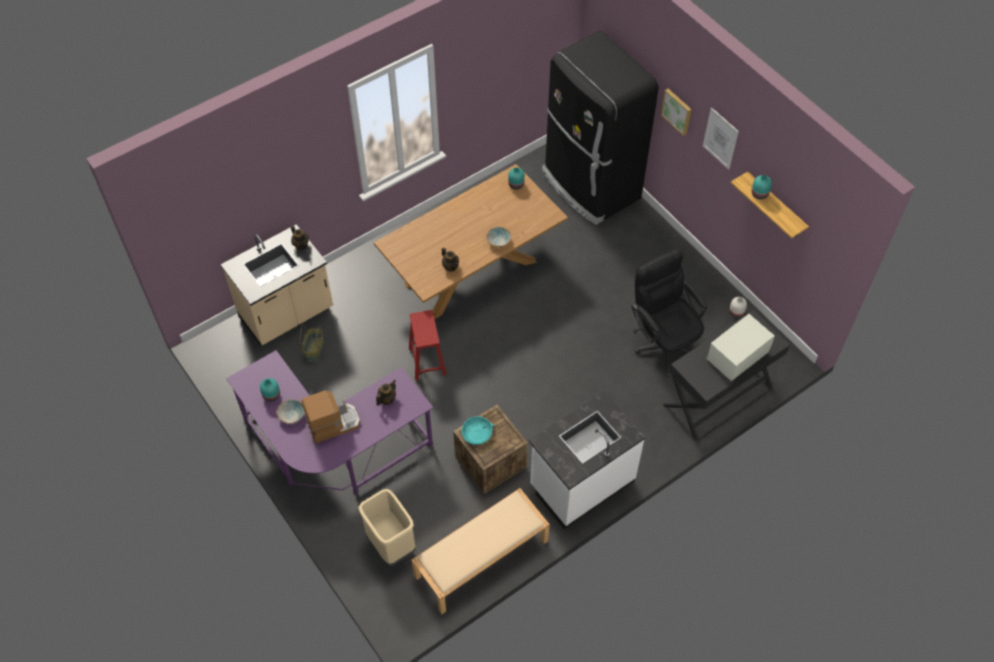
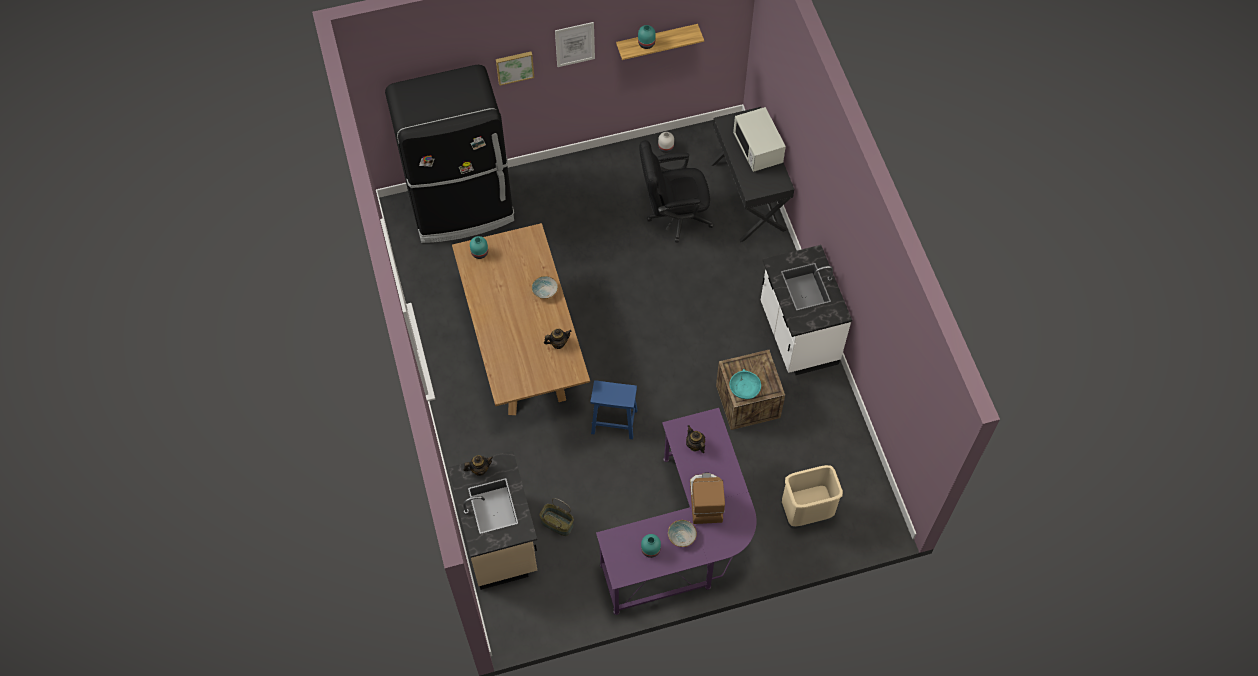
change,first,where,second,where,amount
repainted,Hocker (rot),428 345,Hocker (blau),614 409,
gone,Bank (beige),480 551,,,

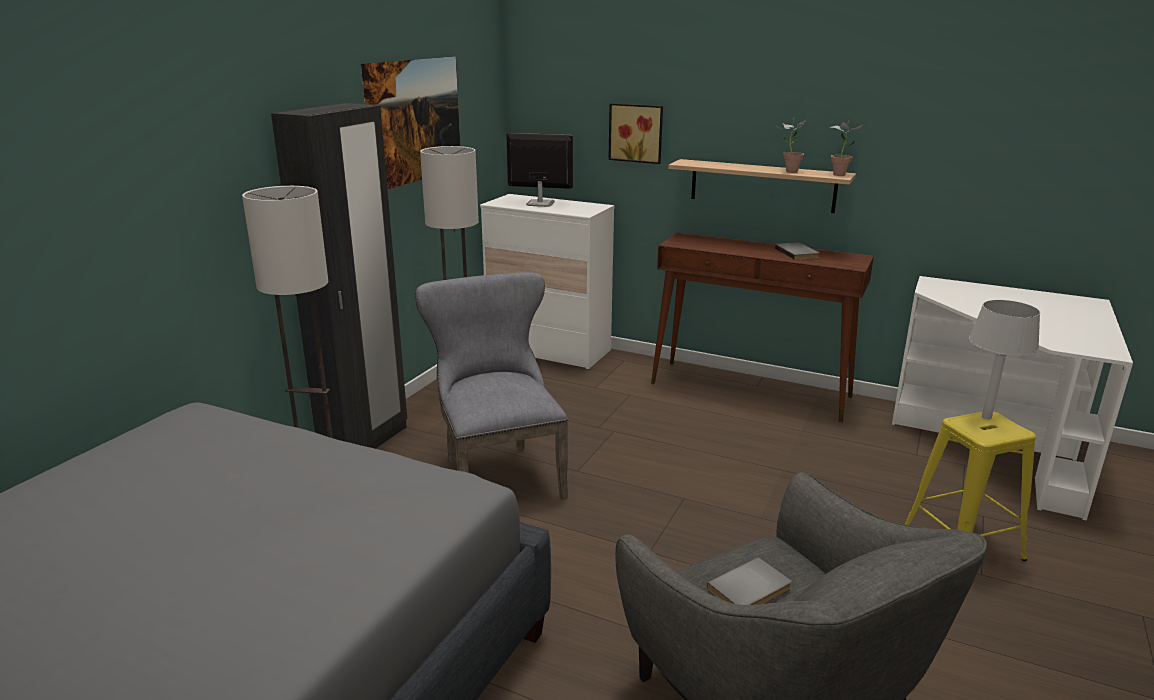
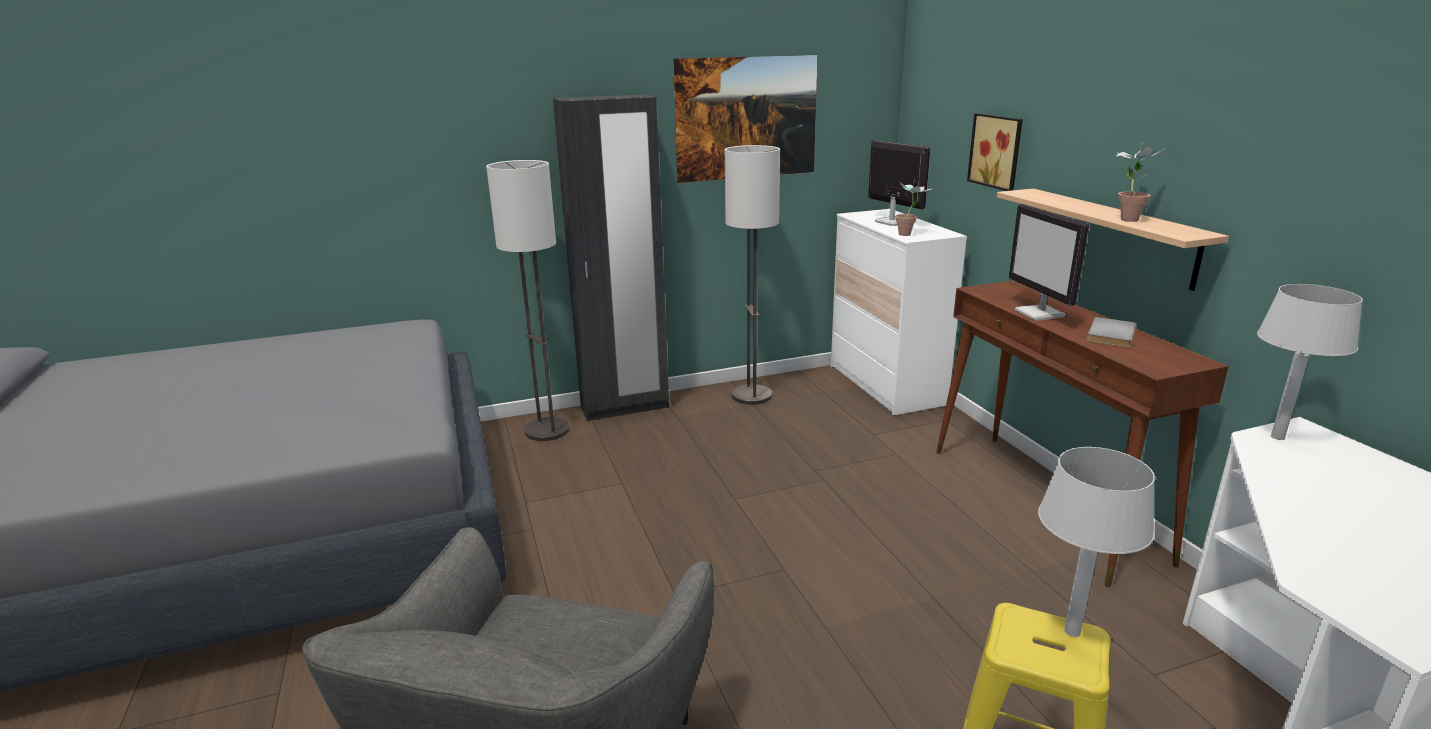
change,first,where,second,where,amount
shifted,Topfpflanze,847 148,,914 208,
gone,Stuhl (grau),491 385,,,
gone,Buch (grau),749 581,,,
new,,,Monitor,1049 262,
new,,,Tischlampe (grau),1310 362,

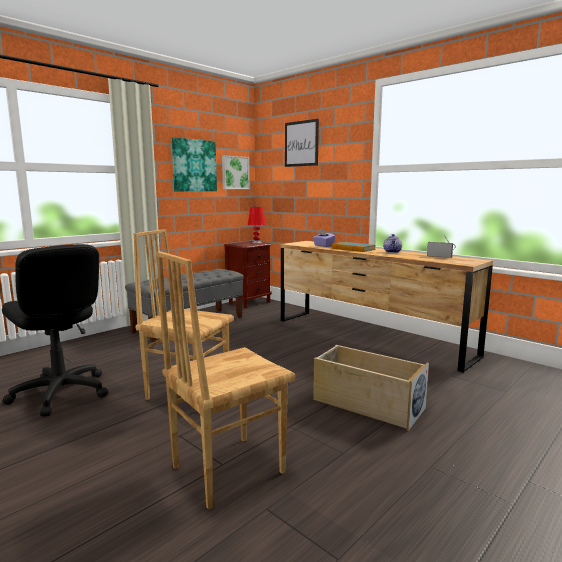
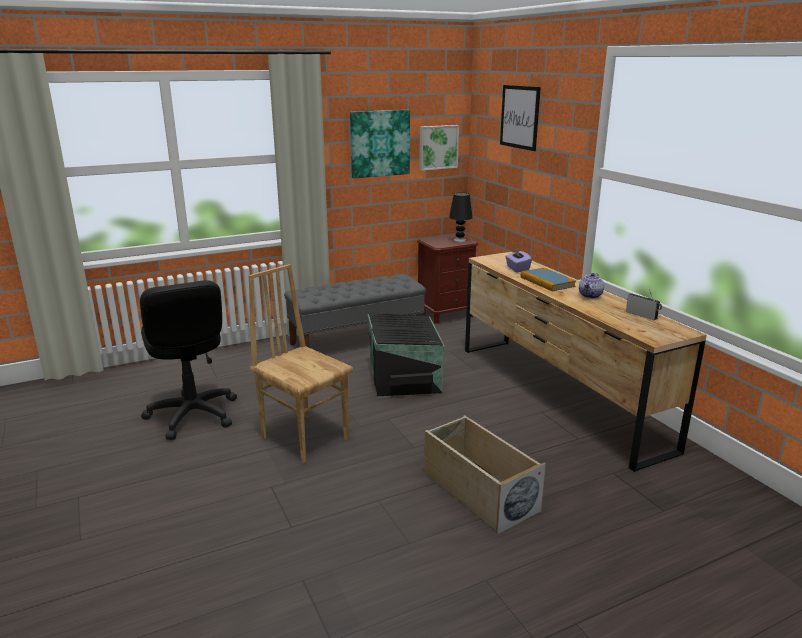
change,first,where,second,where,amount
repainted,Tischlampe (rot),257 225,Tischlampe (schwarz),461 217,
gone,Stuhl (braun),226 380,,,
new,,,Aufbewahrungsbox (schwarz),406 356,

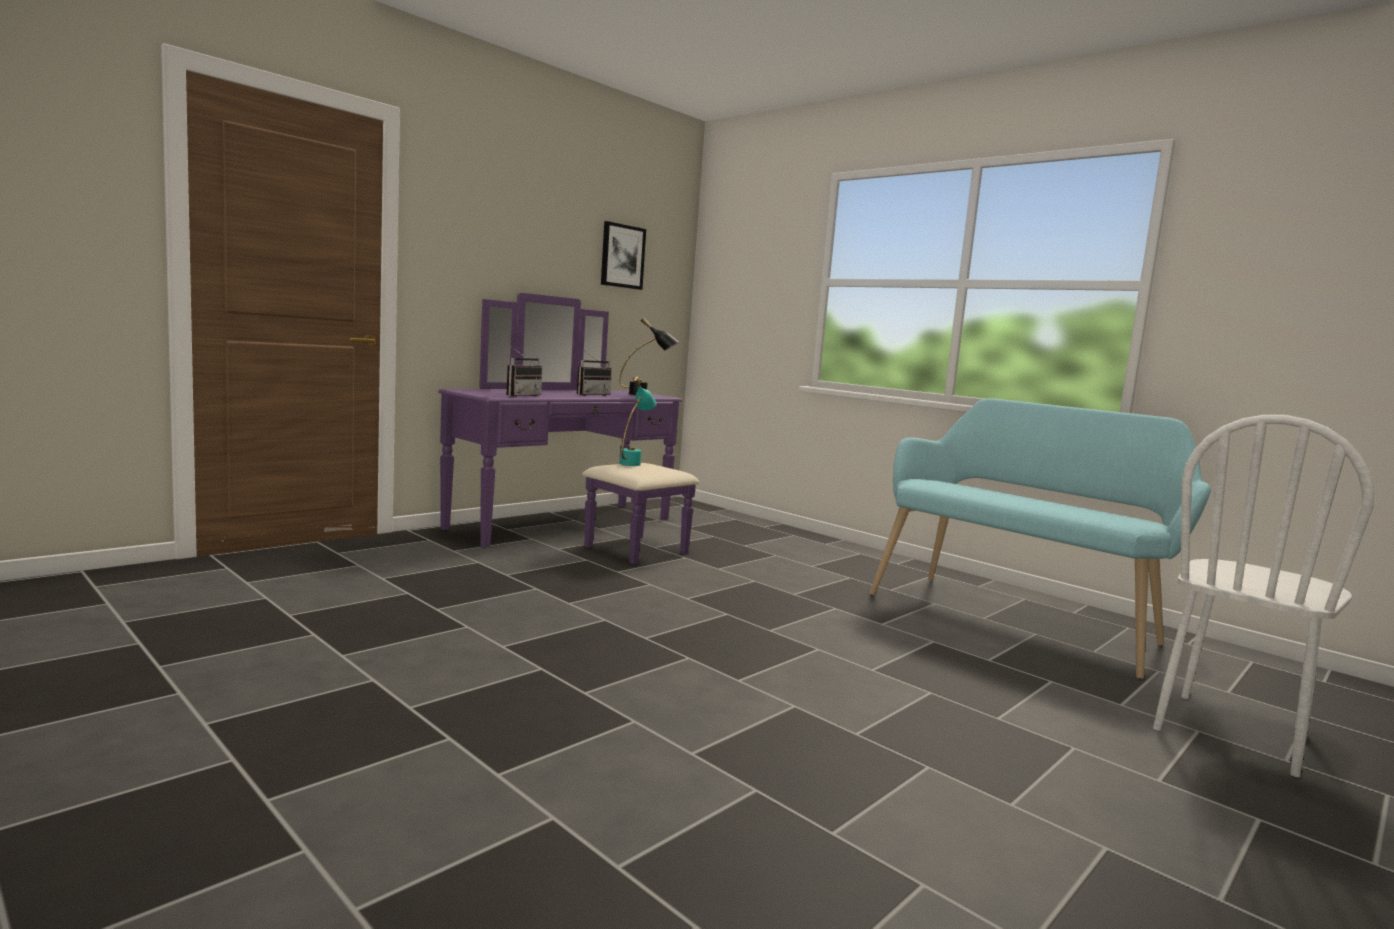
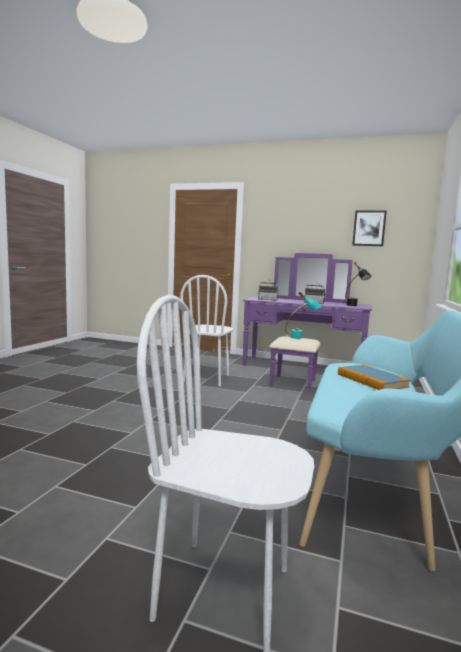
change,first,where,second,where,amount
new,,,Stuhl (weiß),206 330,
new,,,Buch,374 377,

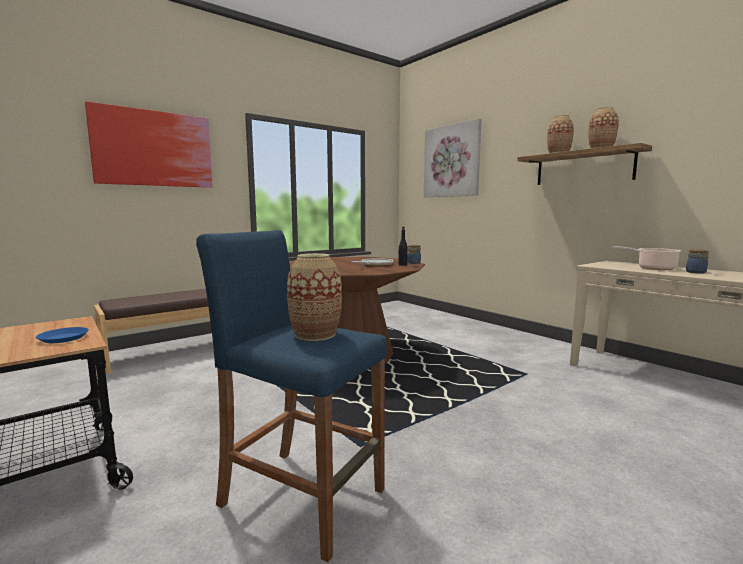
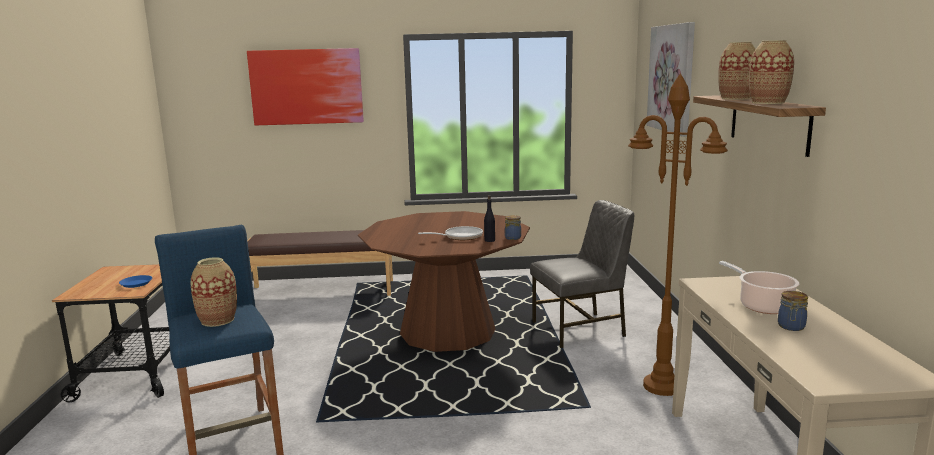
change,first,where,second,where,amount
new,,,Stehlampe (braun),678 234,
new,,,Stuhl (grau),582 274,

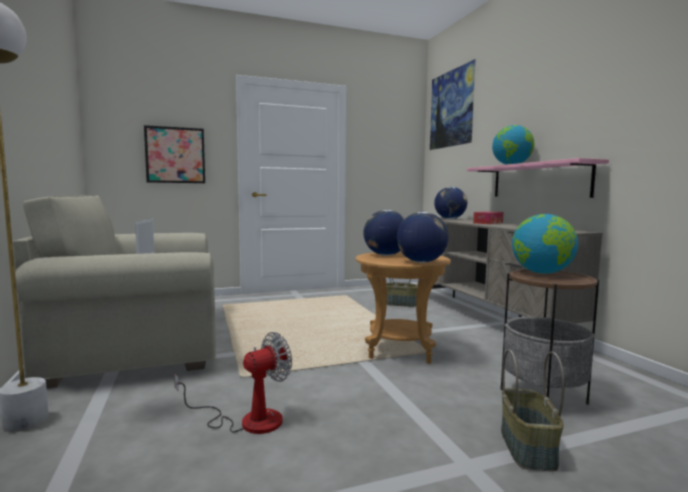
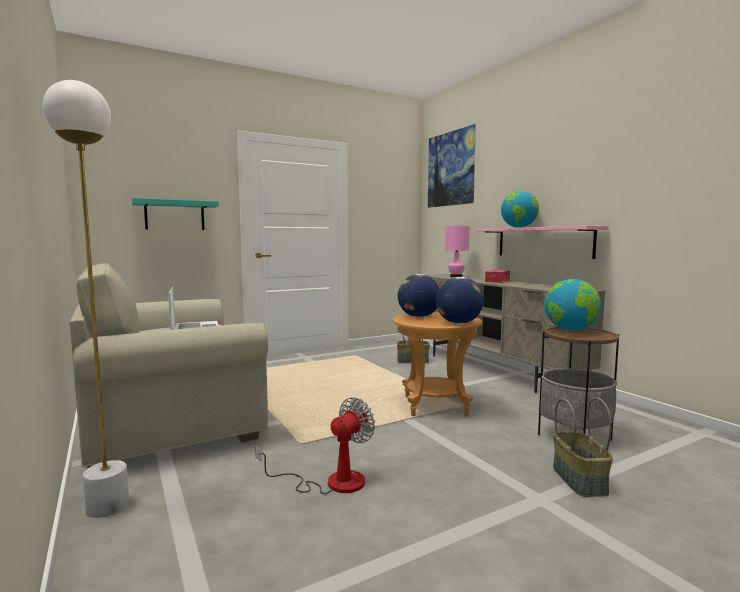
change,first,where,second,where,amount
swapped,Bild,174 154,Wandregal (türkis),175 214,
swapped,Globus,450 203,Tischlampe (rosa),457 251,

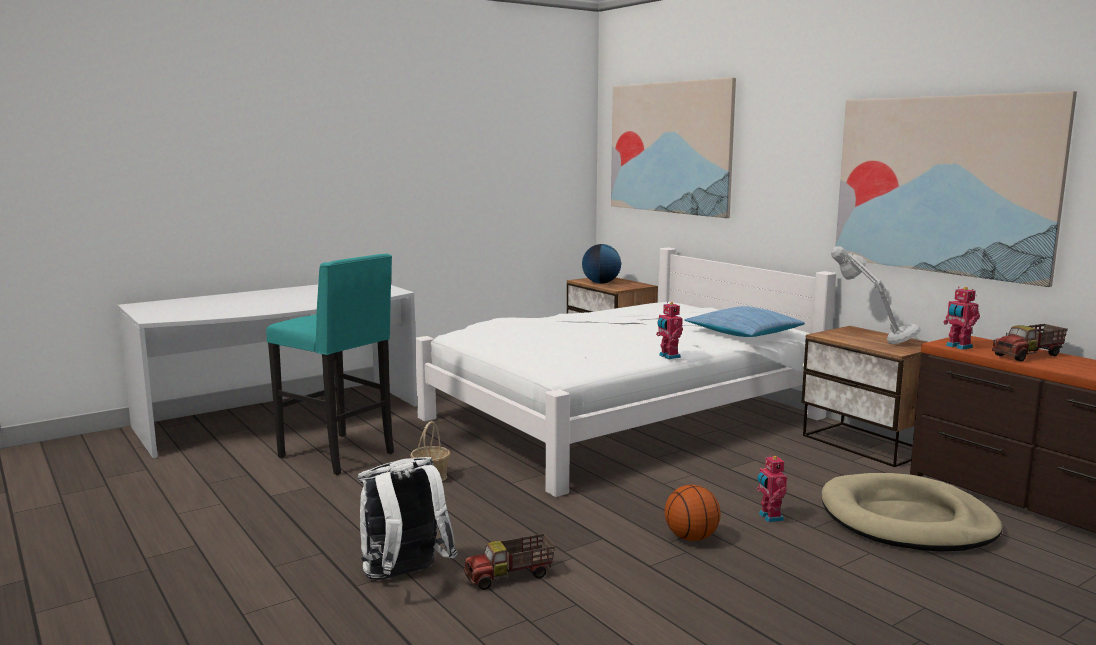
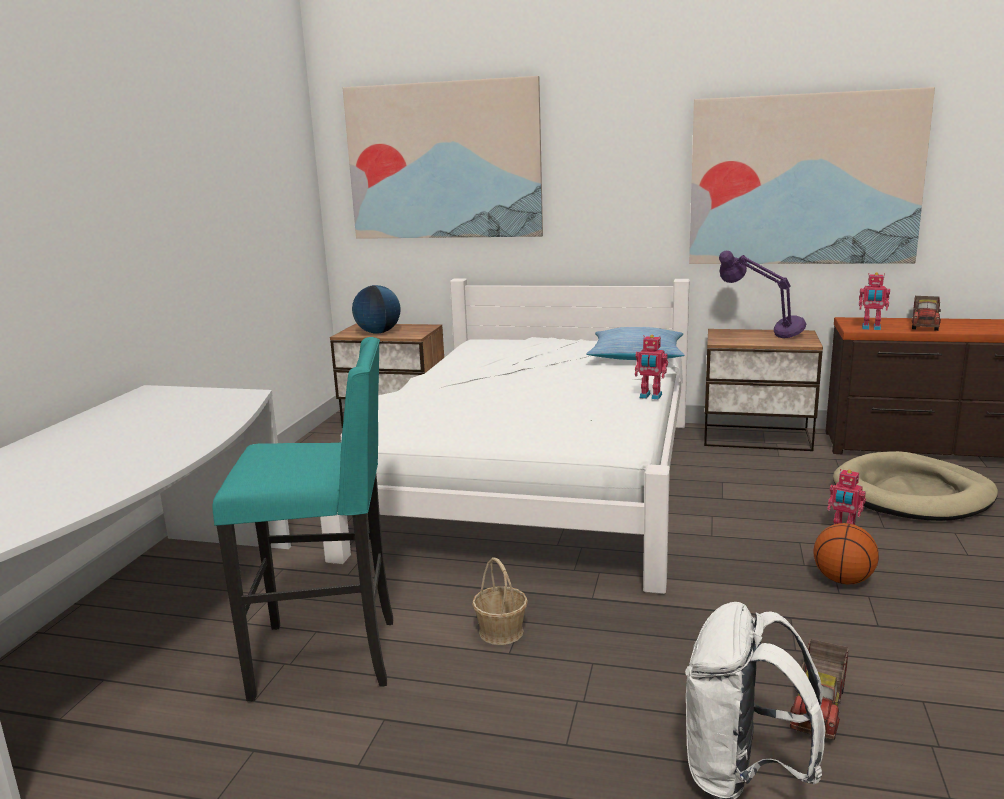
change,first,where,second,where,amount
repainted,Tischlampe (grau),876 295,Tischlampe (lila),762 294,

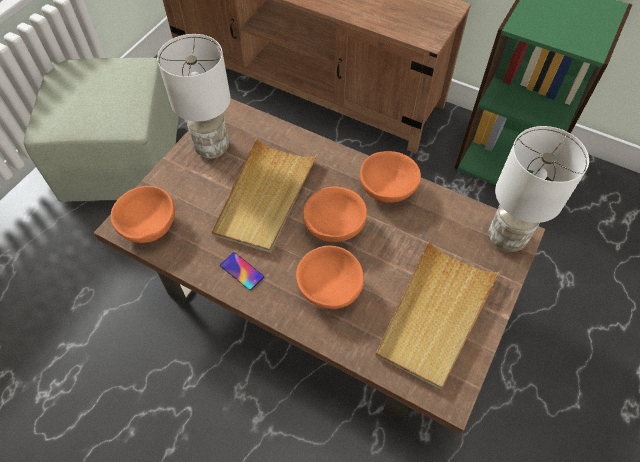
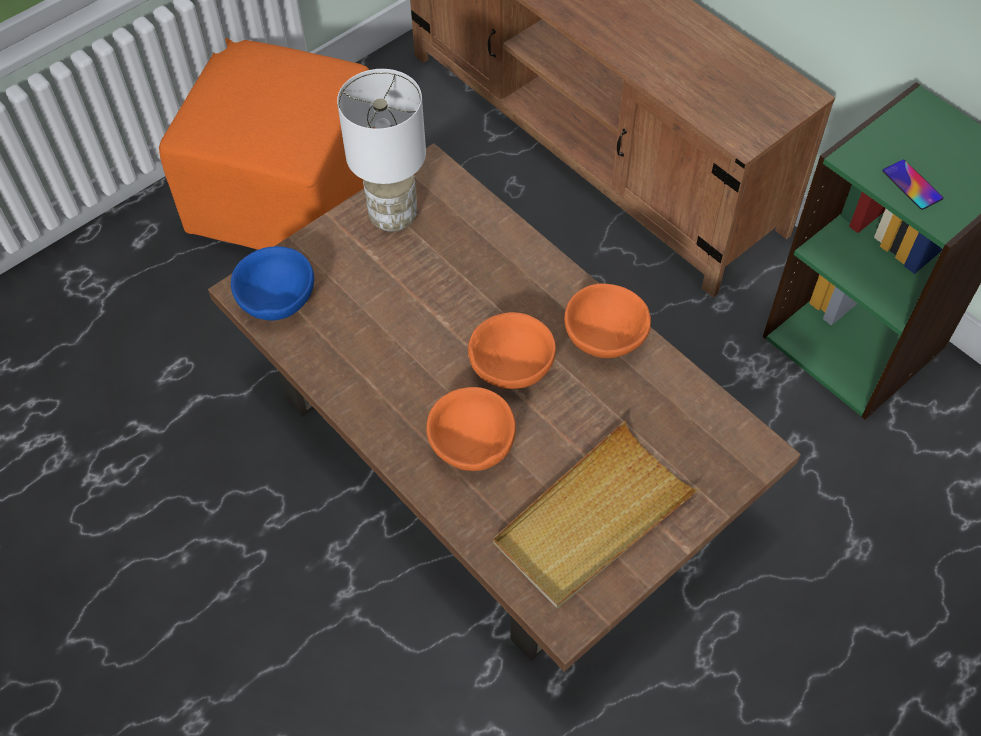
change,first,where,second,where,amount
repainted,Polsterhocker (grün),101 130,Polsterhocker (orange),267 144,
gone,Tischlampe (weiß),539 189,,,
gone,Tablett (beige),265 195,,,
repainted,Schüssel (orange),142 214,Schüssel (blau),272 283,
shifted,Handy,242 271,,912 185,

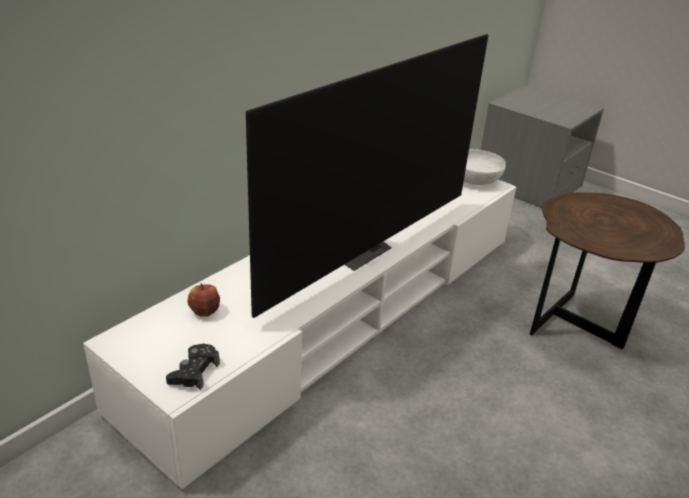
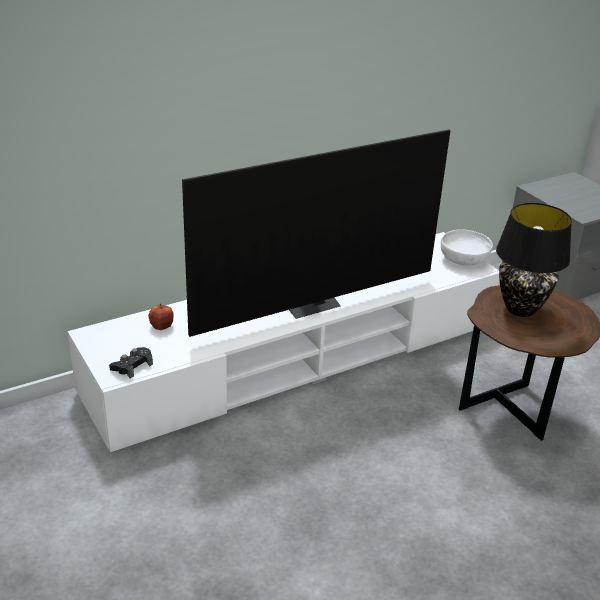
change,first,where,second,where,amount
new,,,Tischlampe (schwarz),534 260,

